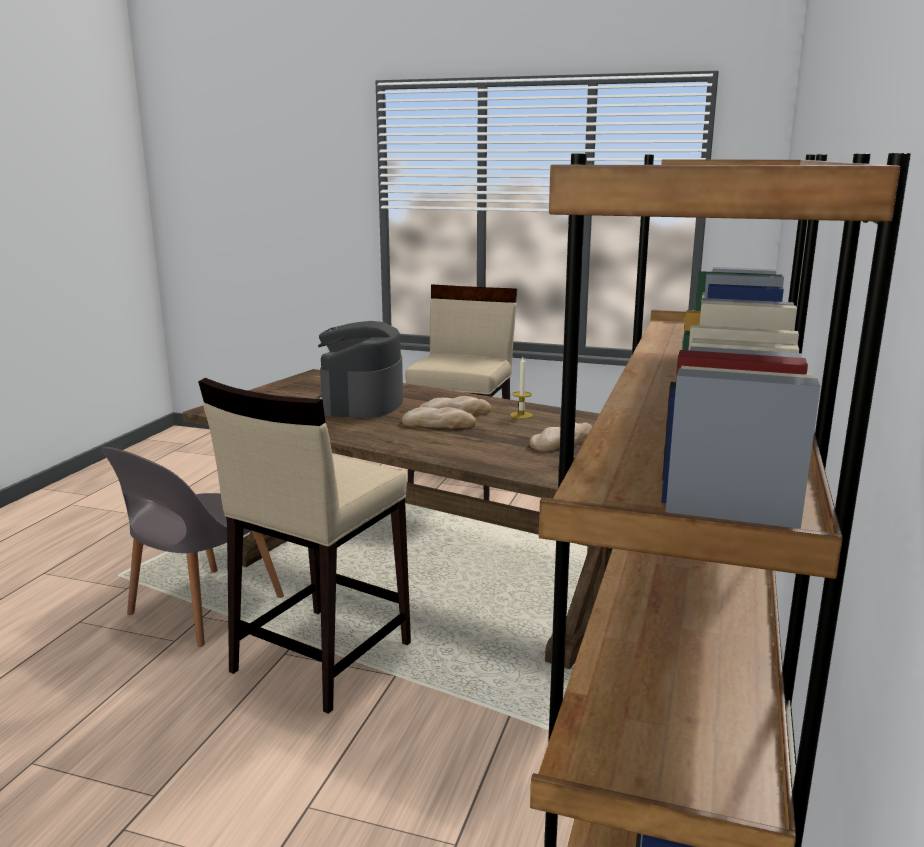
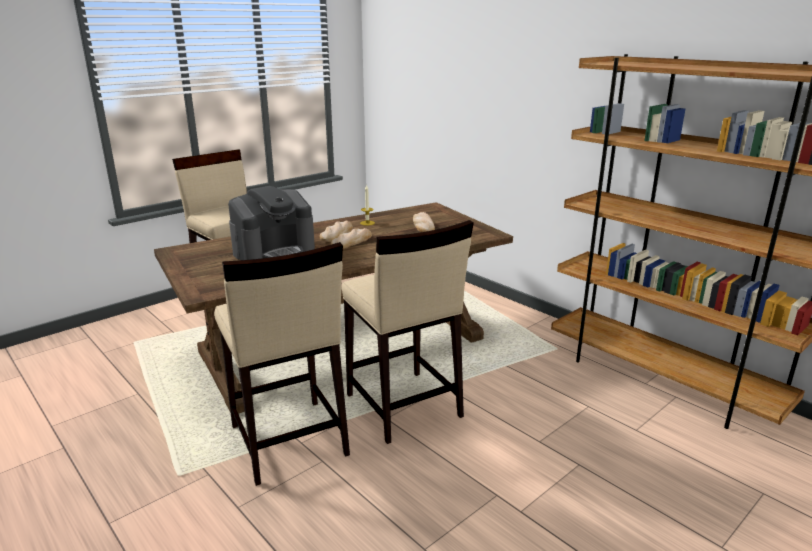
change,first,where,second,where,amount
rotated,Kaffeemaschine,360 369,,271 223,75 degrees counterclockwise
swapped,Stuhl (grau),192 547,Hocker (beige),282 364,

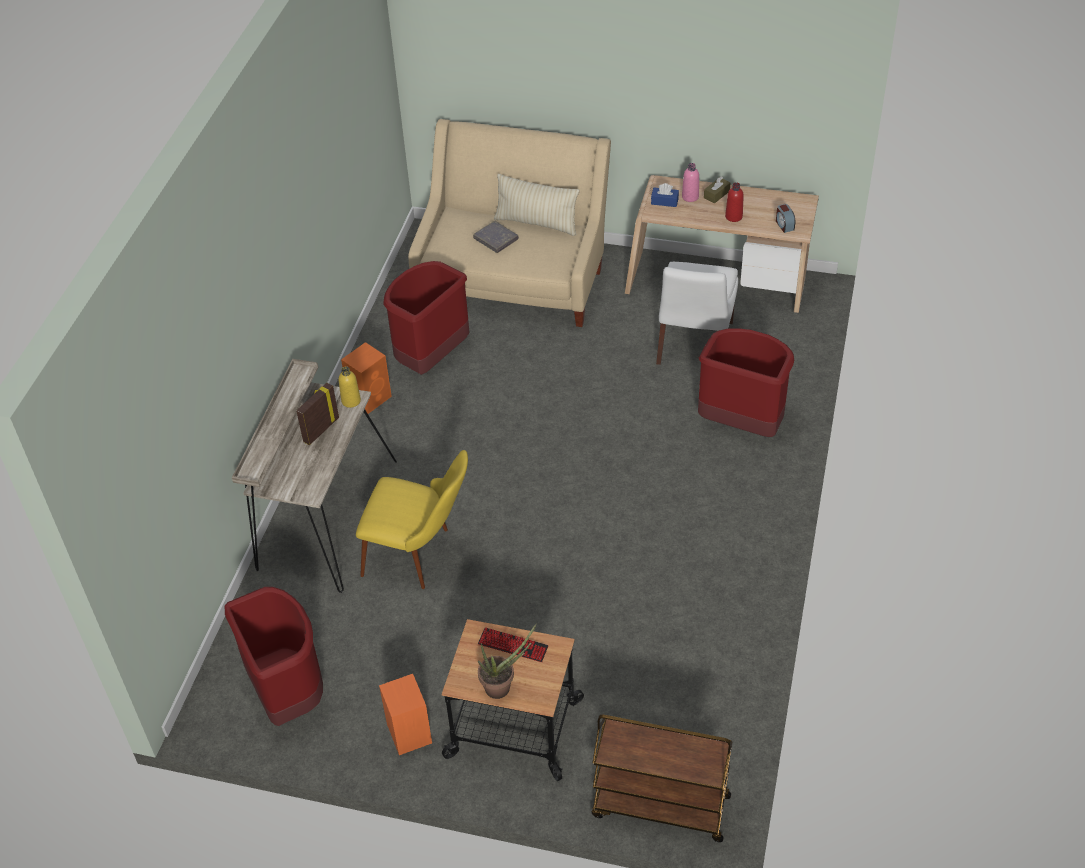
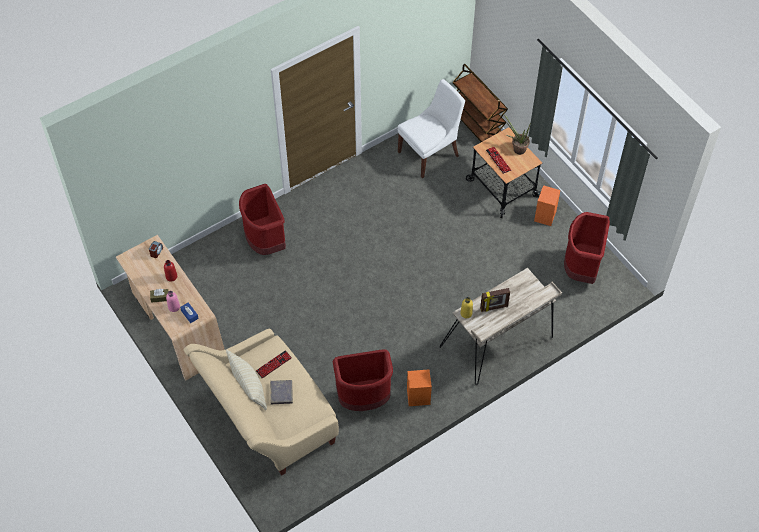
change,first,where,second,where,amount
shifted,Stuhl (weiß),697 313,,431 128,
gone,Stuhl (gelb),412 519,,,
new,,,Tastatur,274 364,

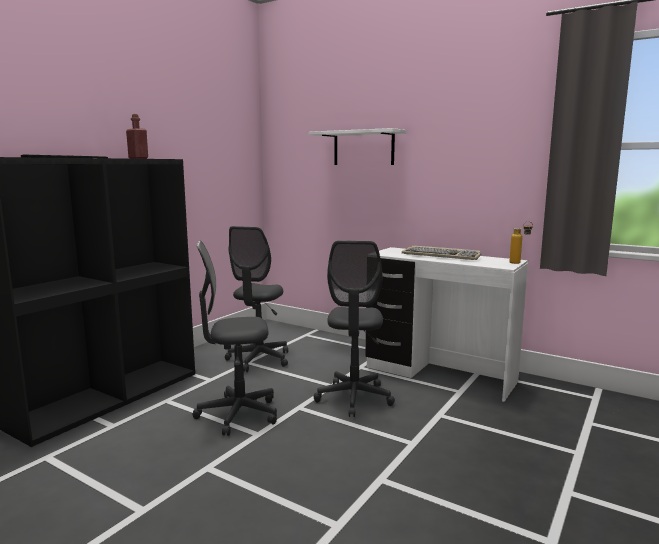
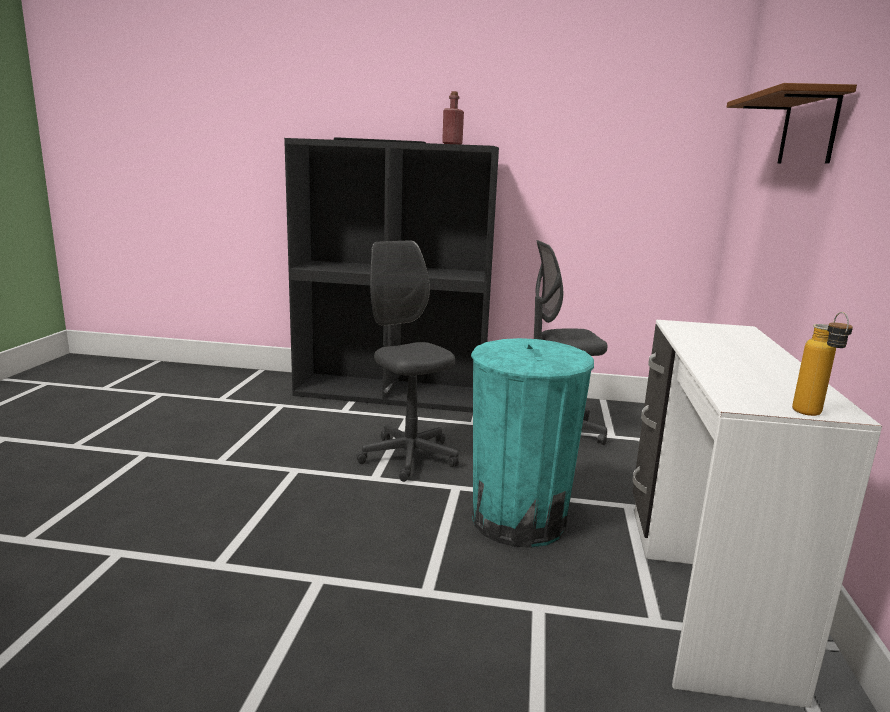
change,first,where,second,where,amount
repainted,Wandregal (weiß),357 146,Wandregal (braun),792 123,
swapped,Bürostuhl (grau),354 329,Mülleimer (türkis),532 443,
gone,Tastatur,442 253,,,

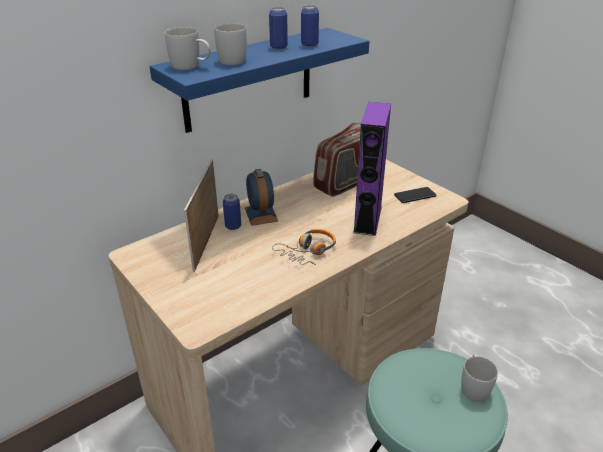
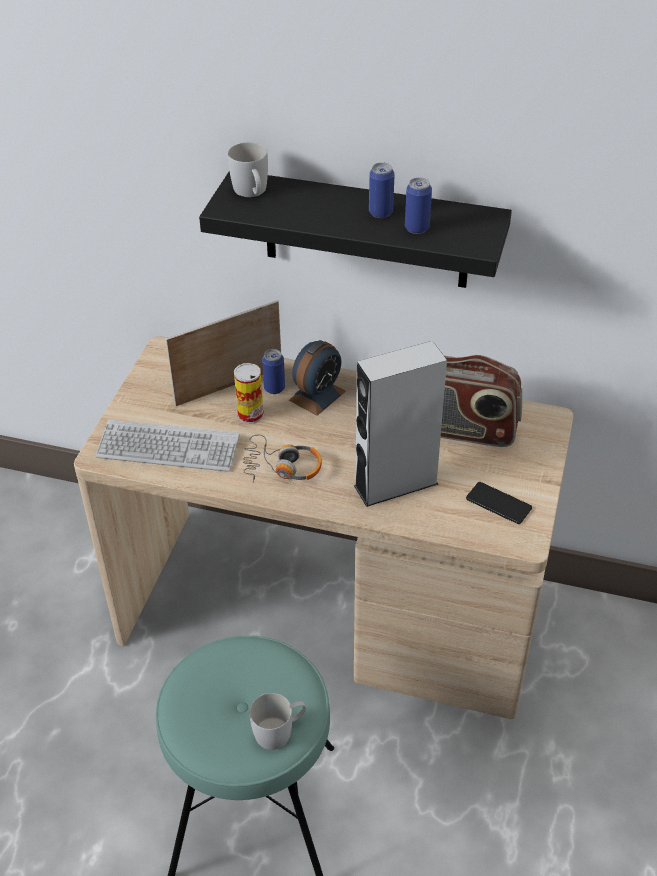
change,first,where,second,where,amount
gone,Henkelbecher (weiß),230 44,,,
repainted,Wandregal (blau),259 80,Wandregal (schwarz),355 229,
repainted,Lautsprecher (lila),372 169,Lautsprecher (grau),400 424,
new,,,Dose,249 393,
new,,,Tastatur,167 446,

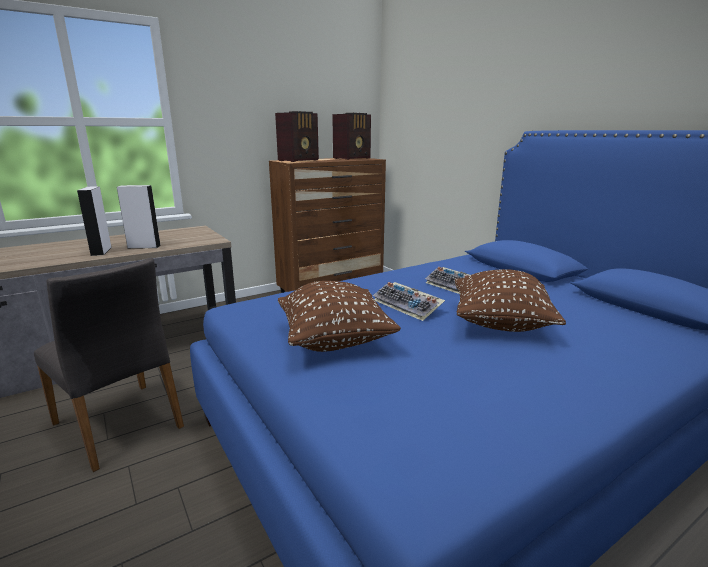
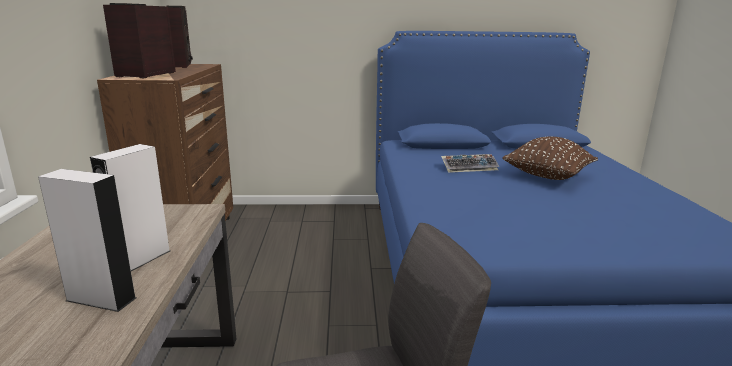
change,first,where,second,where,amount
rotated,Radio,297 136,,139 40,150 degrees counterclockwise
gone,Kissen (braun),339 316,,,
gone,Tastatur,409 301,,,

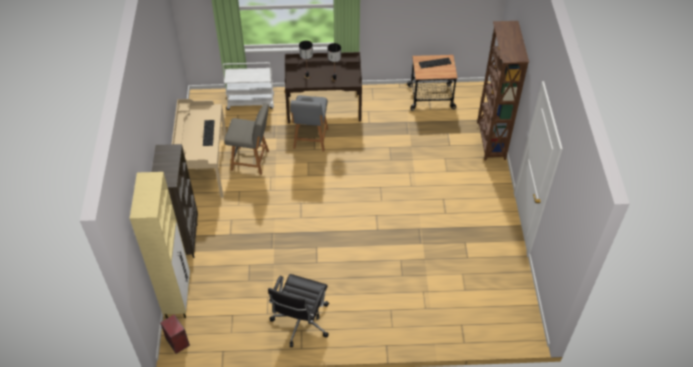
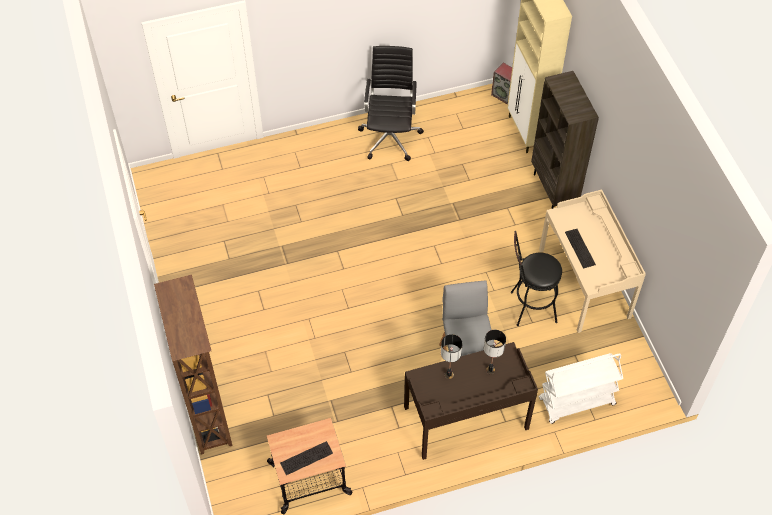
change,first,where,second,where,amount
swapped,Stuhl (grau),246 139,Hocker (schwarz),536 278,

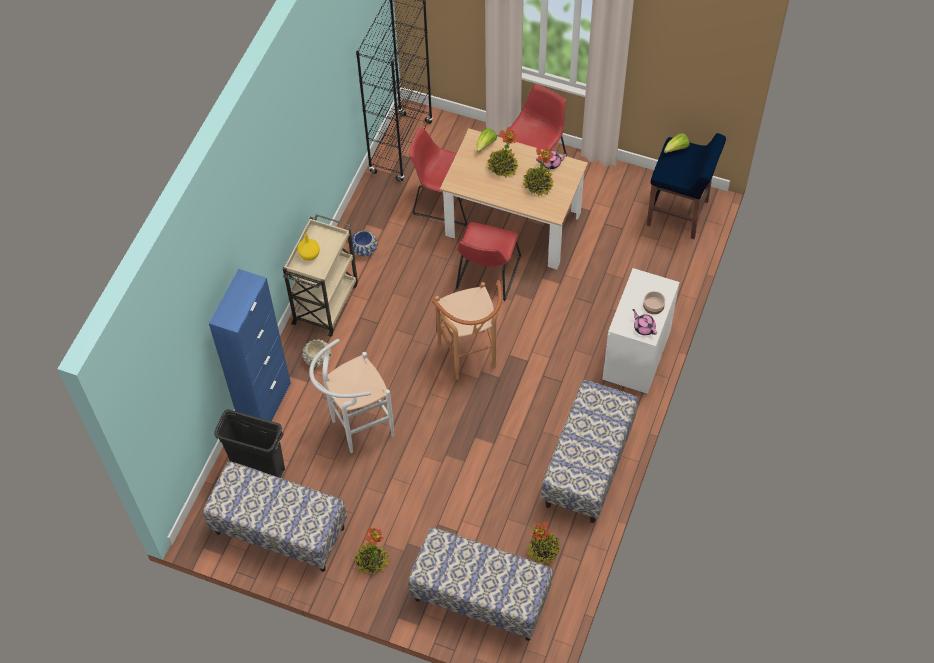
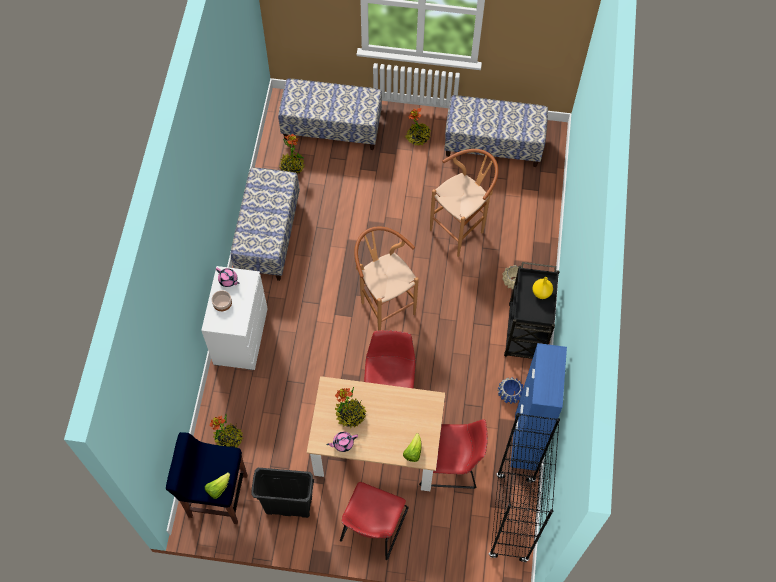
change,first,where,second,where,amount
shifted,Topfpflanze,503 152,,226 431,
repainted,Rollwagen (beige),320 275,Rollwagen (schwarz),531 310,
shifted,Schrank (blau),250 345,,538 407,
repainted,Hocker (weiß),351 396,Hocker (braun),464 203,
shifted,Mülleimer (schwarz),249 443,,282 492,

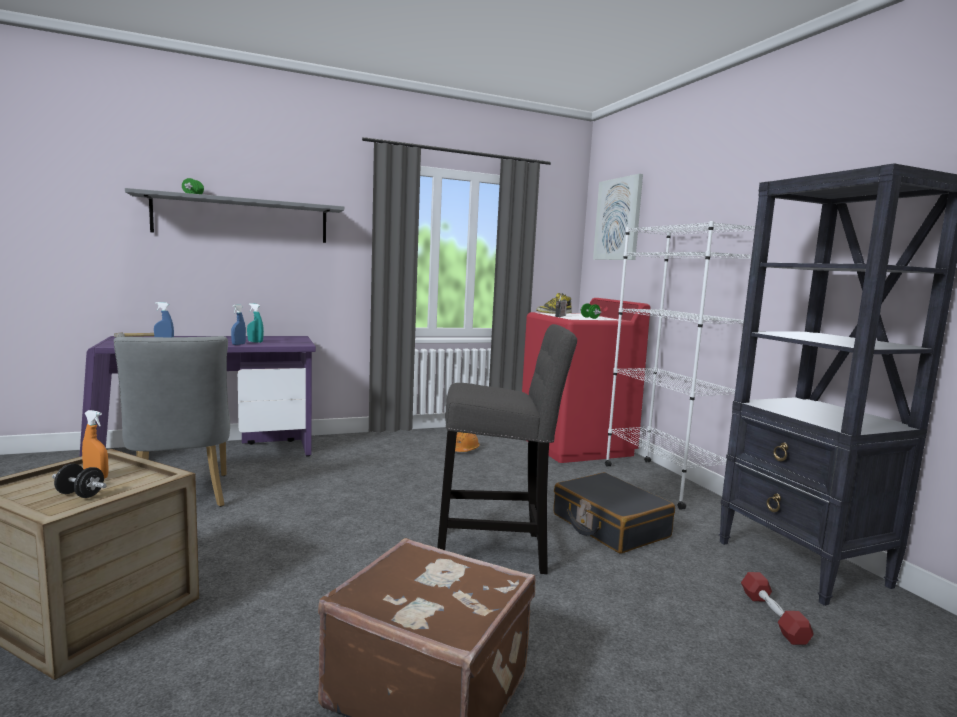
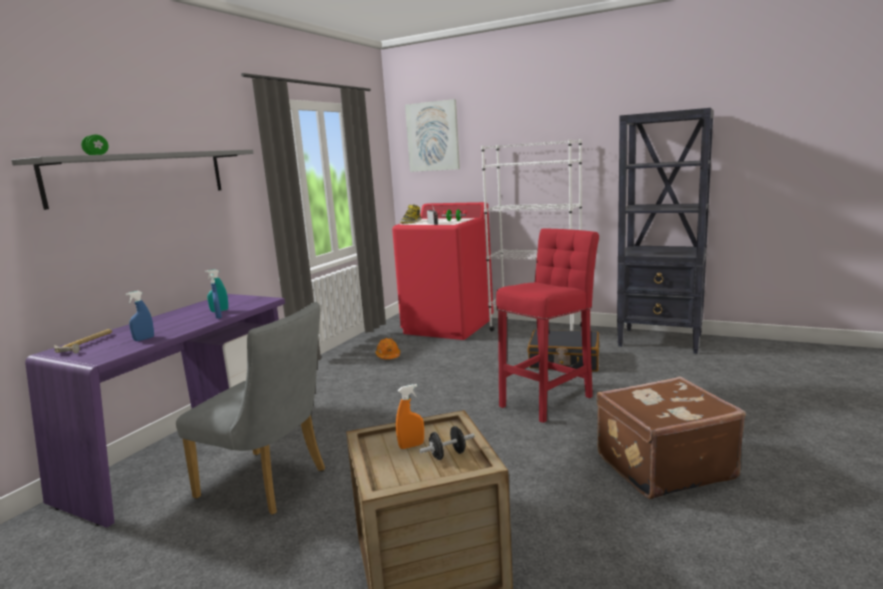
change,first,where,second,where,amount
repainted,Hocker (grau),507 449,Hocker (rot),547 325,
gone,Hantel (rot),777 608,,,

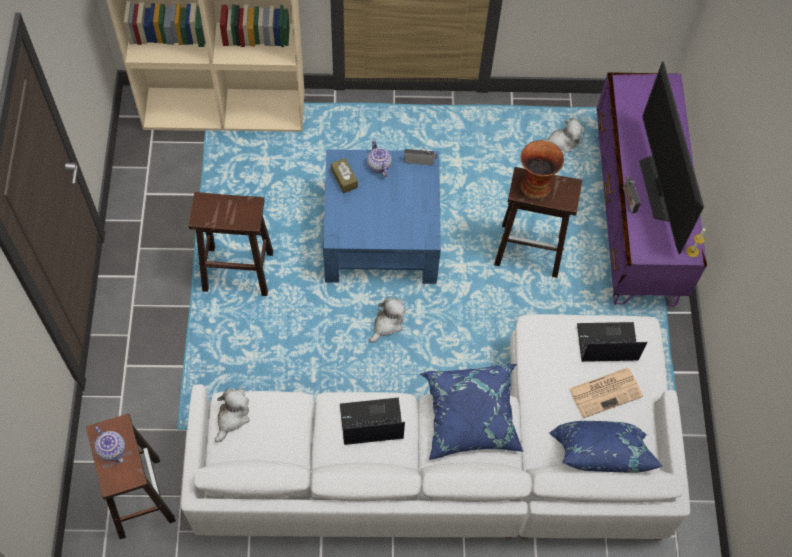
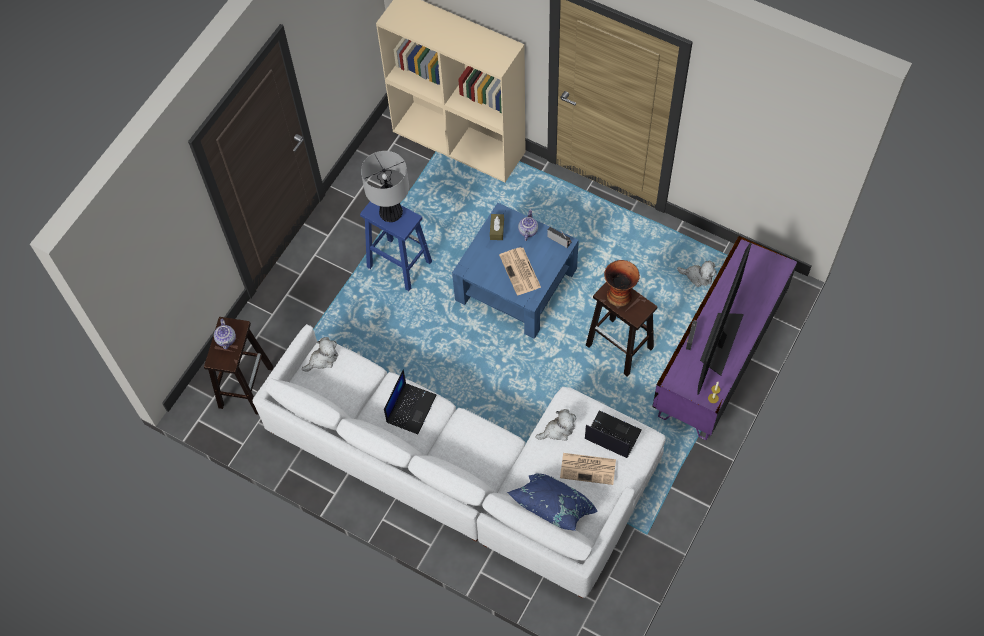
change,first,where,second,where,amount
repainted,Hocker (braun),231 244,Hocker (blau),396 246,
shifted,Plüschtier,387 320,,556 425,
gone,Kissen (blau),472 412,,,
rotated,Laptop,372 421,,410 401,90 degrees clockwise
new,,,Tischlampe,385 186,
new,,,Zeitung,520 271,

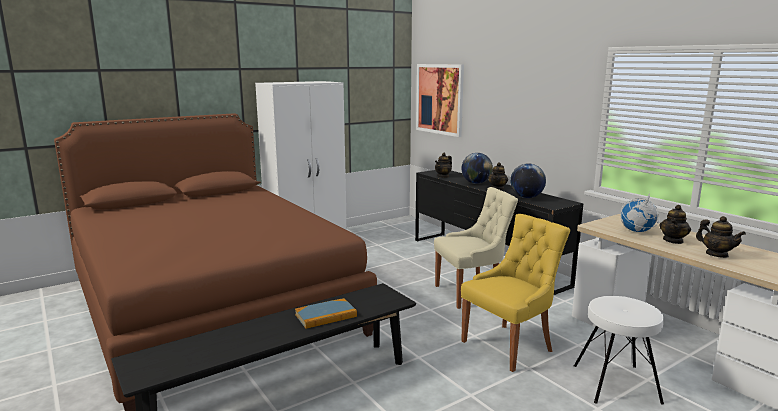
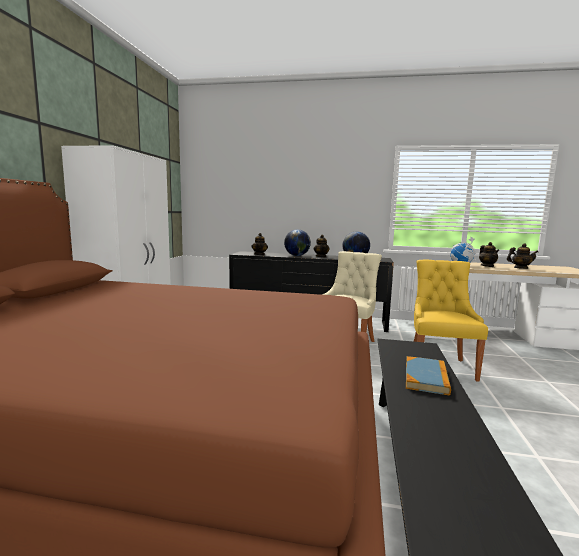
change,first,where,second,where,amount
gone,Bild,440 100,,,
gone,Hocker (weiß),619 350,,,

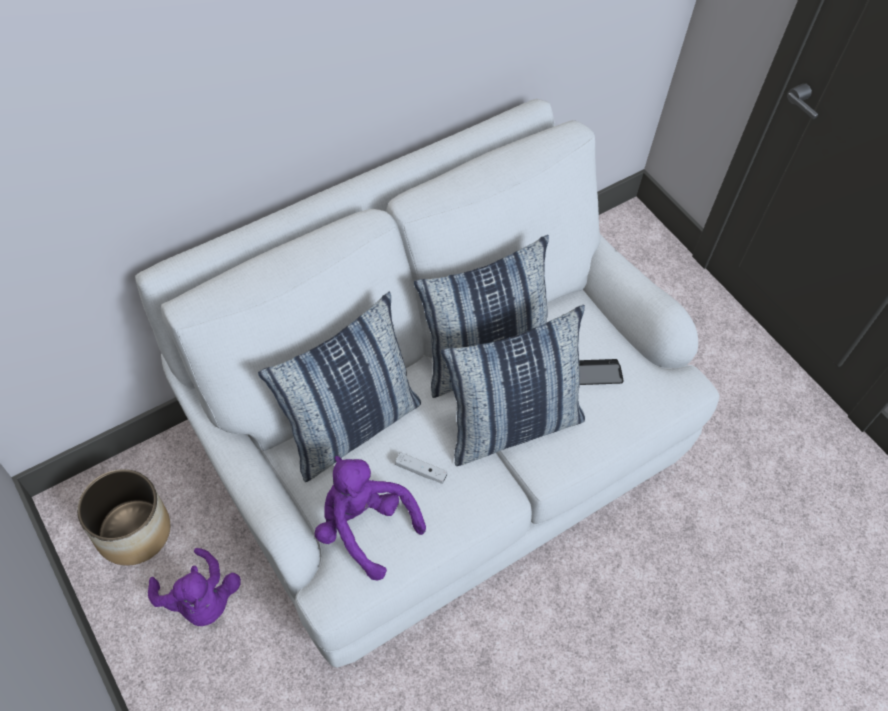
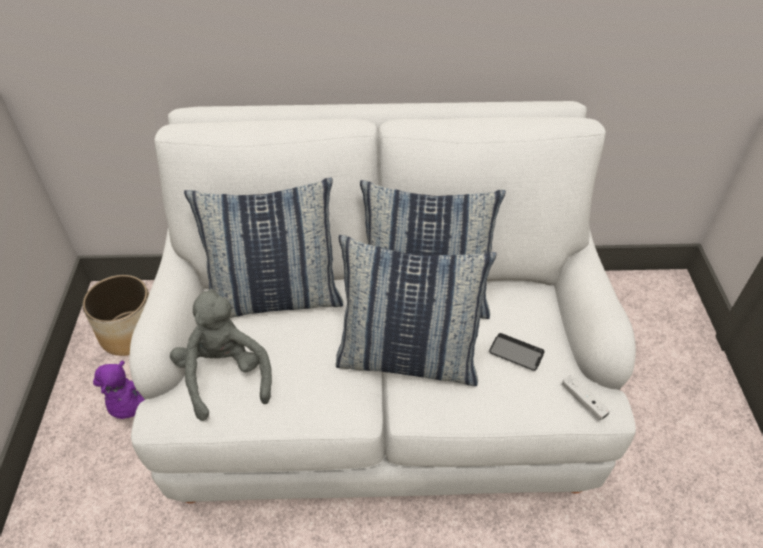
change,first,where,second,where,amount
shifted,Gamepad (weiß),421 468,,586 397,
repainted,Plüschtier (lila),370 518,Plüschtier (grau),221 355,

